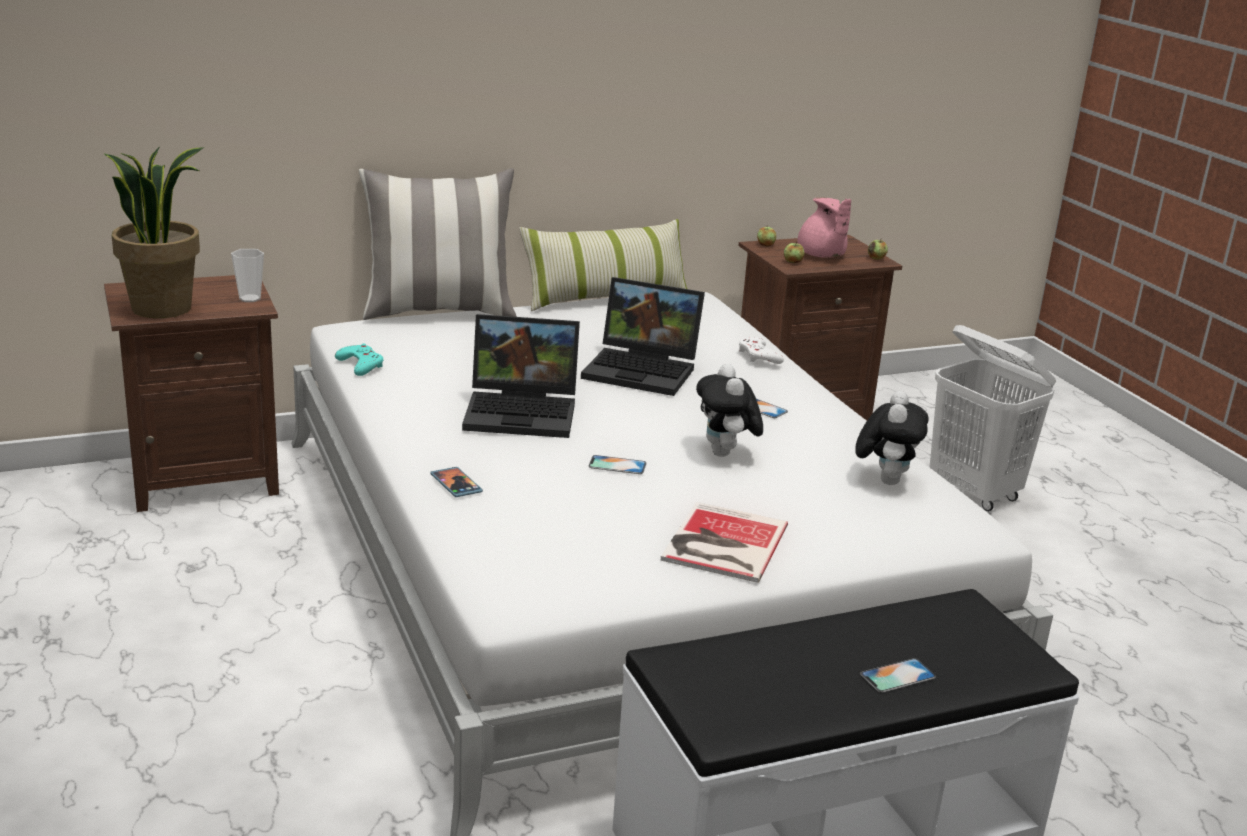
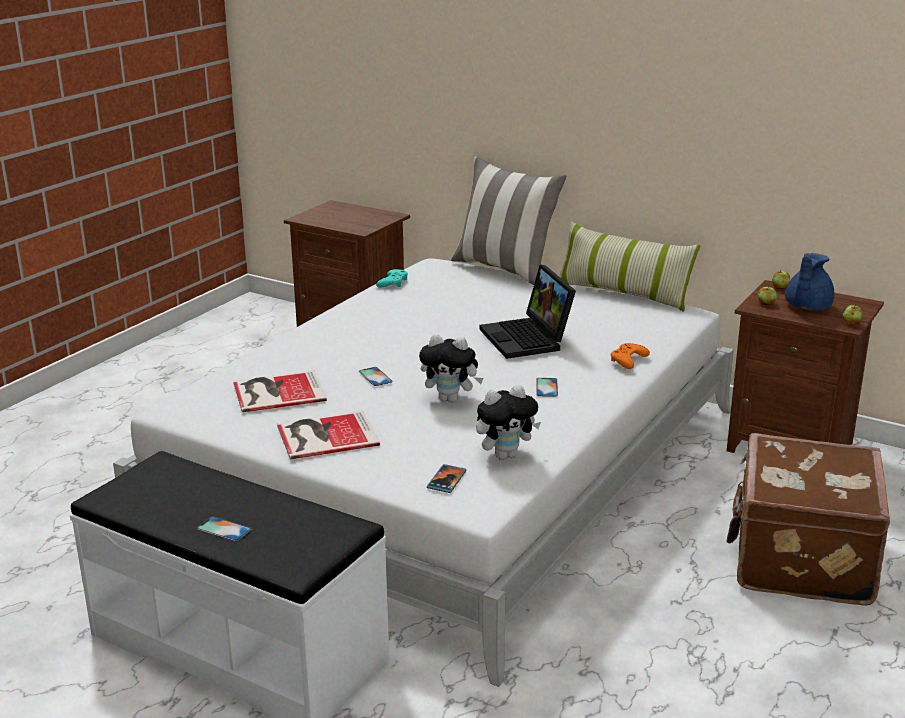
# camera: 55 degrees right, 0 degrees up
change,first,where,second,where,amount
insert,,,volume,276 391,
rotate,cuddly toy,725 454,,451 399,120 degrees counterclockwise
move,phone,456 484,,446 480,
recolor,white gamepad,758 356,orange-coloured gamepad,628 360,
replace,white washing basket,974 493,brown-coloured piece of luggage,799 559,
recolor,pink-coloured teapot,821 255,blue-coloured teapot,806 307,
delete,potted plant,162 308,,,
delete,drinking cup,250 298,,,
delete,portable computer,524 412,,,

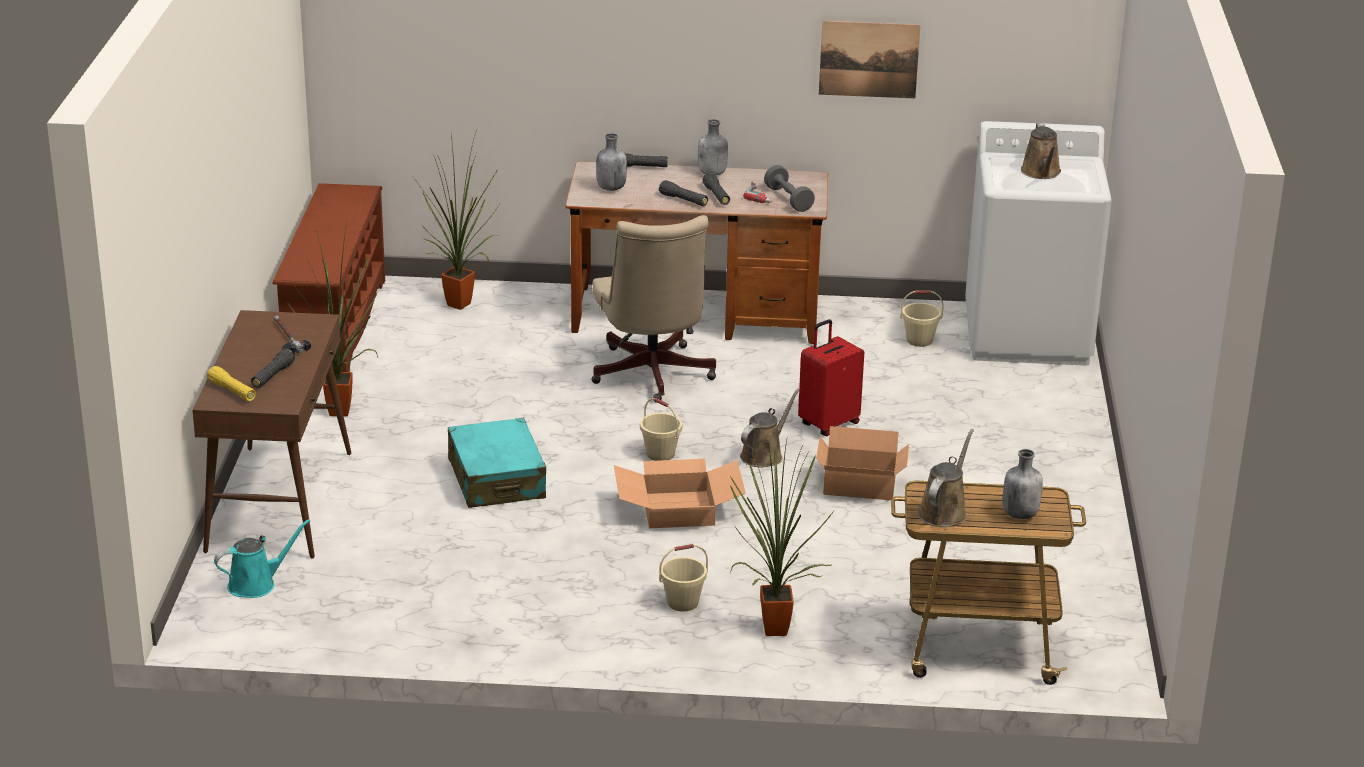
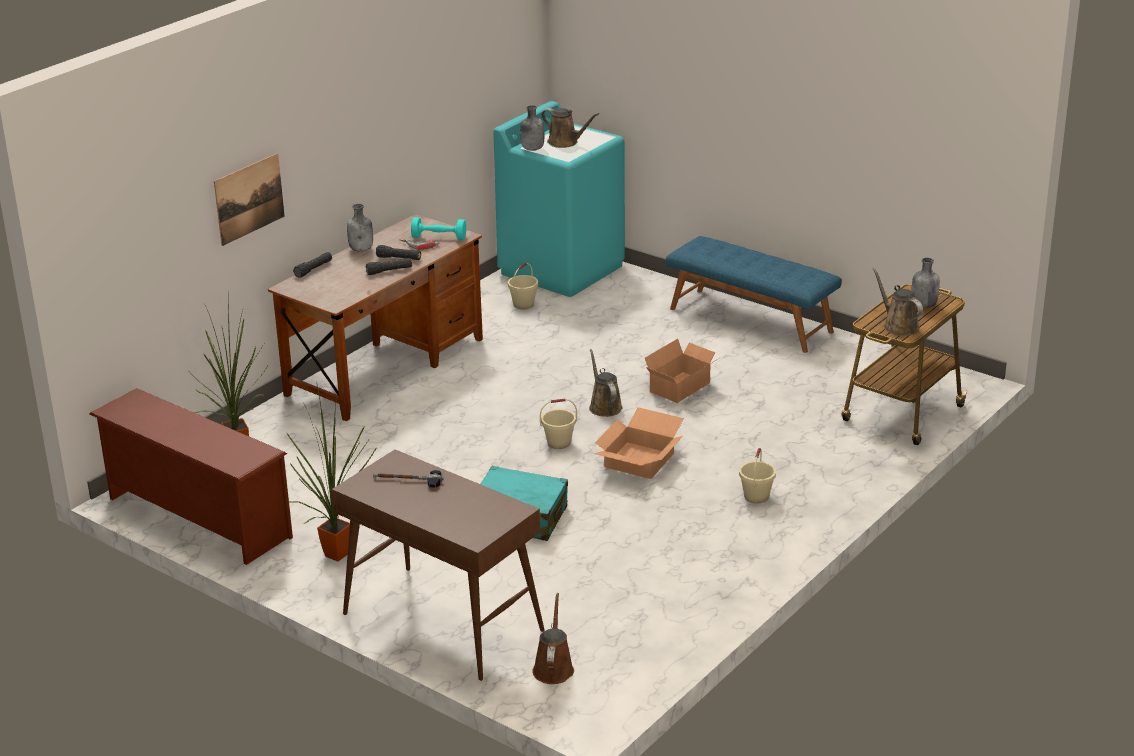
# camera: 55 degrees left, 0 degrees up
change,first,where,second,where,amount
move,wall picture,869 59,,249 199,
recolor,greyish hand weight,788 199,turquoise-coloured hand weight,439 237,
recolor,white washing machine,1028 335,turquoise-coloured washing machine,562 269,
move,greyish bottle,610 188,,532 149,
recolor,turquoise-coloured watering pot,256 584,brown-coloured watering pot,553 668,
insert,,,blue-coloured long seat,751 320,
delete,yellow hand torch,232 391,,,
delete,black hand torch,272 376,,,
delete,sand-coloured desk chair,651 377,,,
delete,potted plant,769 629,,,
delete,reddish piece of luggage,828 423,,,

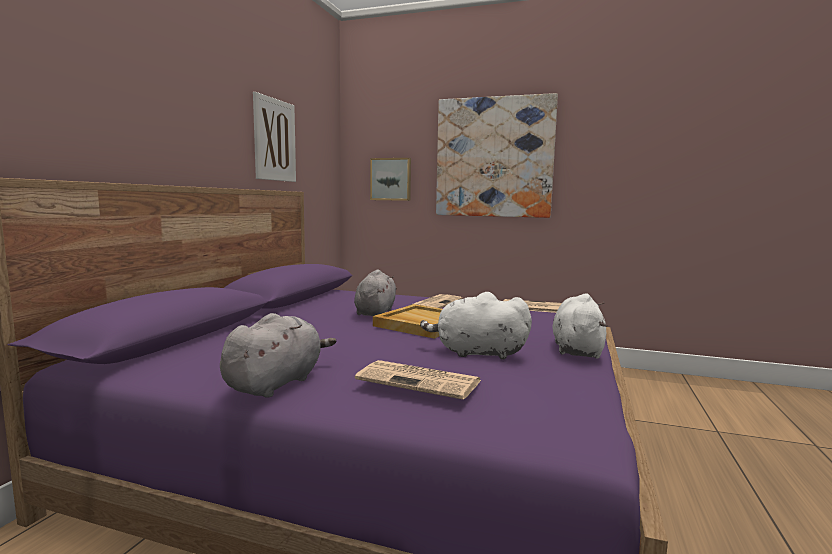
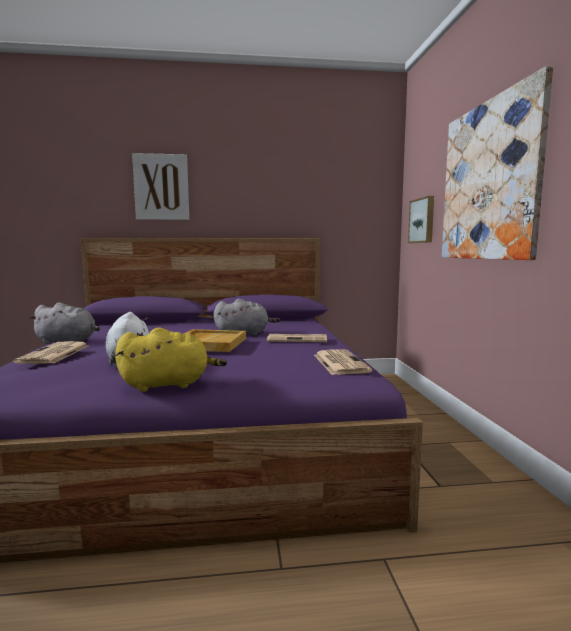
# camera: 65 degrees right, 0 degrees up
change,first,where,second,where,amount
recolor,white cuddly toy,577 349,yellow cuddly toy,169 384,
move,wall picture,274 140,,161 187,

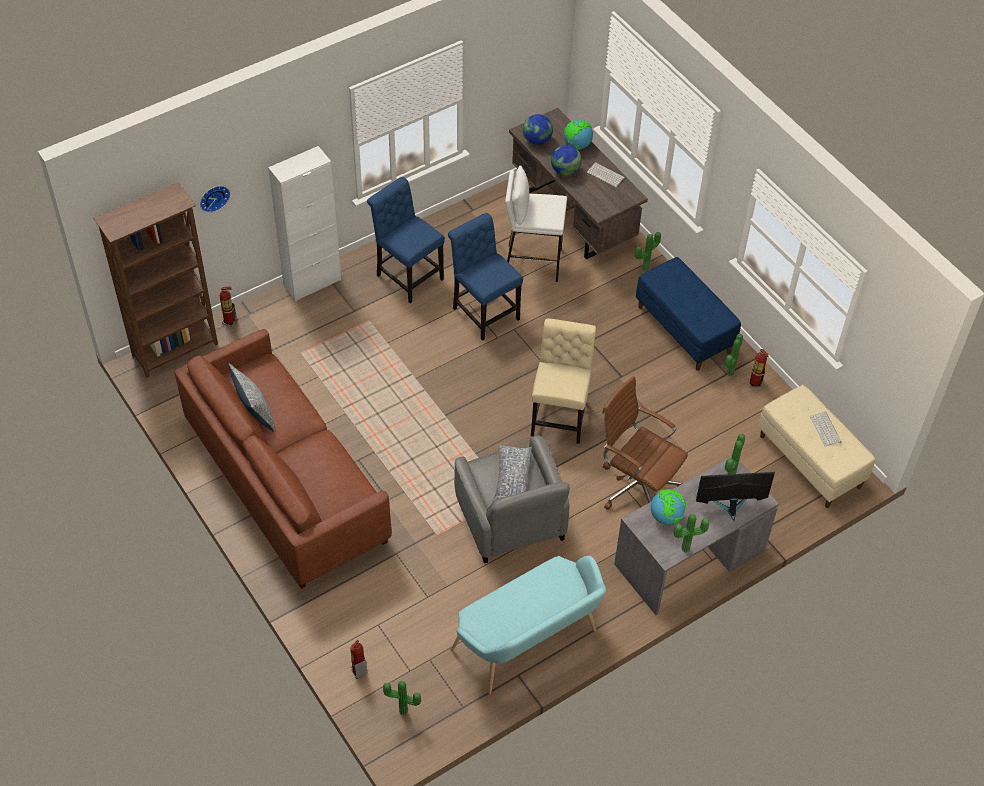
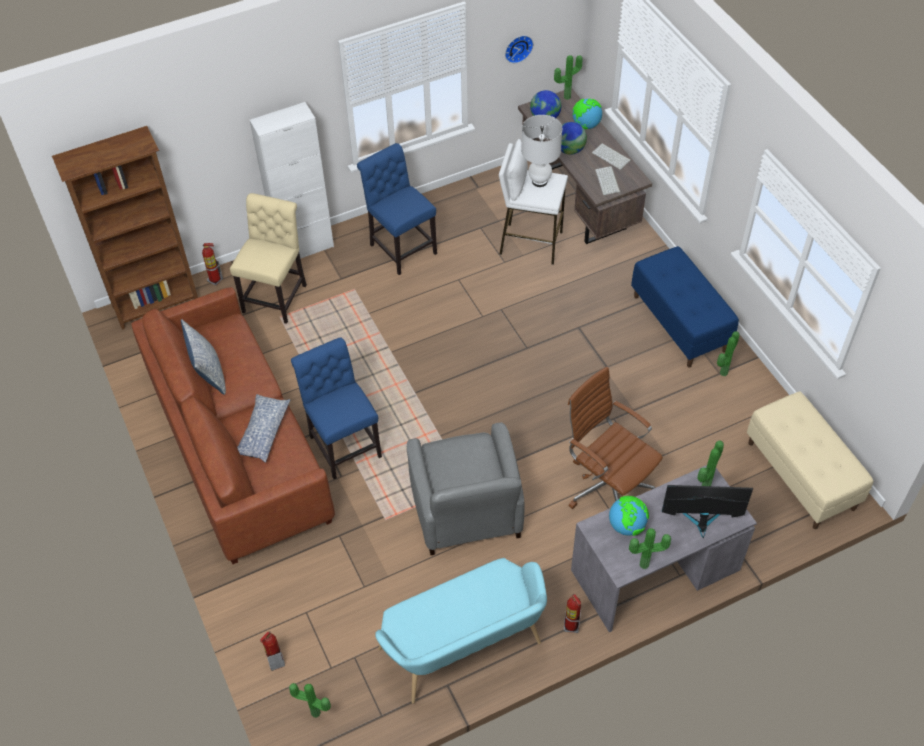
# camera: 10 degrees right, 0 degrees up
change,first,where,second,where,amount
move,sand-coloured plain chair,560 415,,276 296,
move,throw pillow,511 479,,262 432,
move,blue-coloured plain chair,483 311,,343 444,
move,clock on the wall,213 197,,517 47,
insert,,,white lamp for a table,539 181,
move,potted plant,644 268,,566 96,
move,fire extinguisher,754 383,,571 626,
move,keyboard,826 429,,608 181,

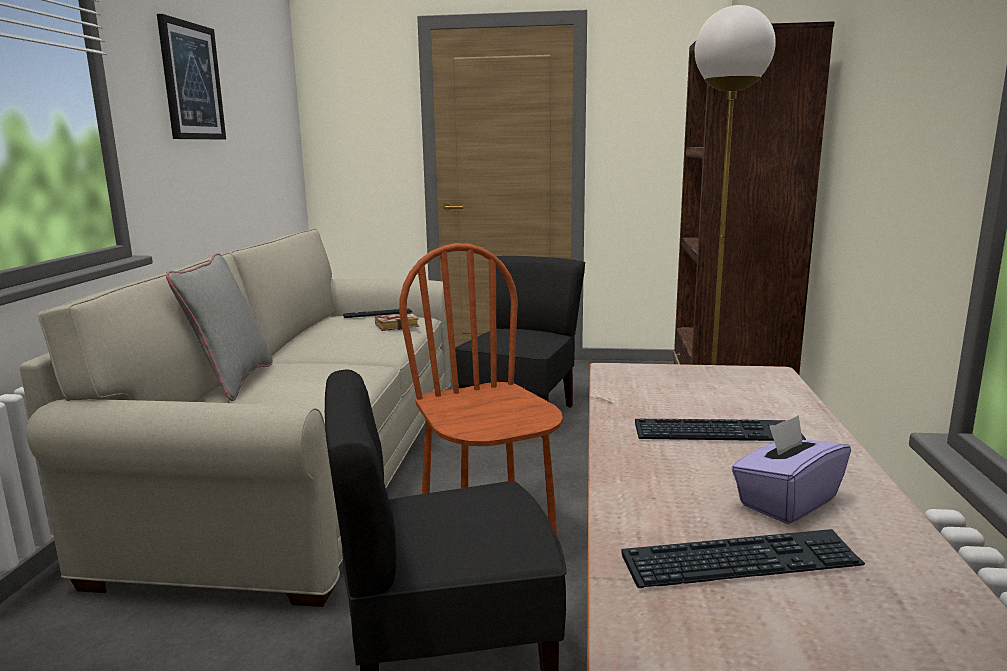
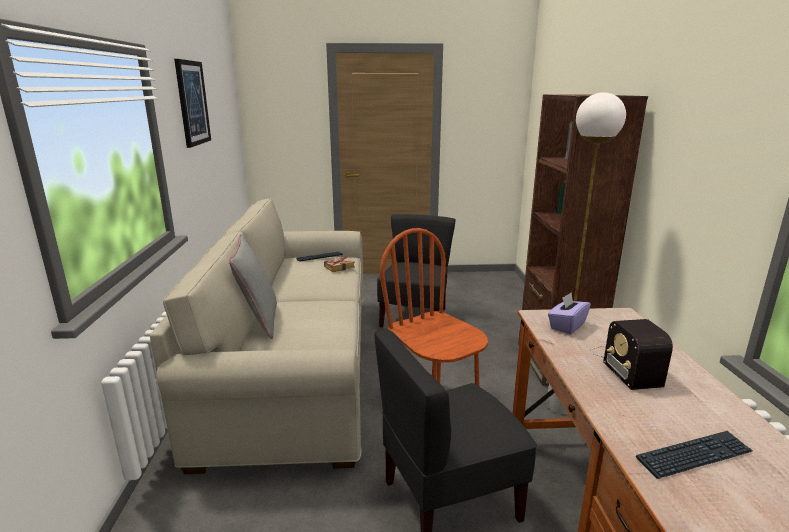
# camera: 10 degrees left, 5 degrees up
change,first,where,second,where,amount
move,purplish tissue holder,786 502,,566 326,
replace,keyboard,717 433,radio,625 364,

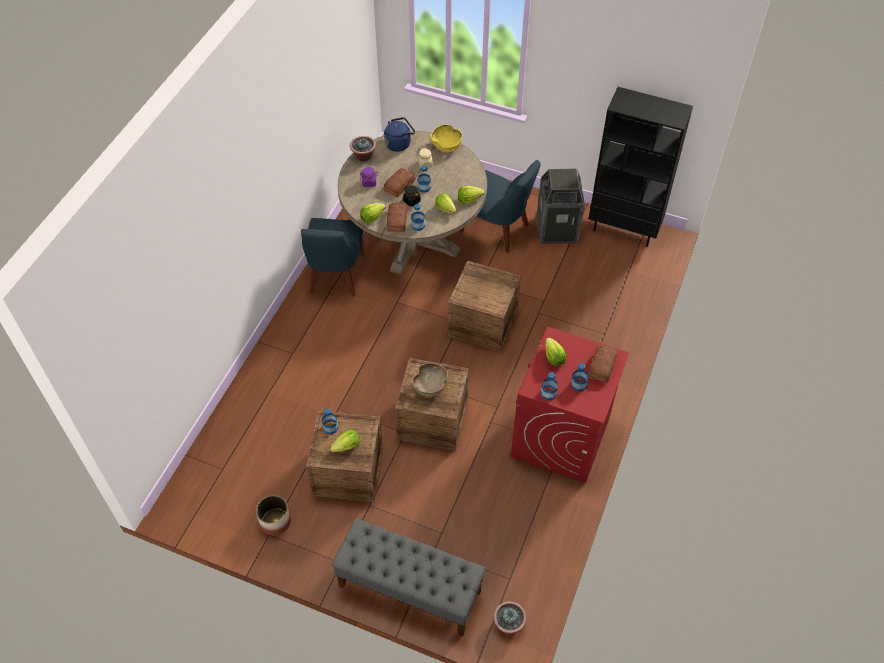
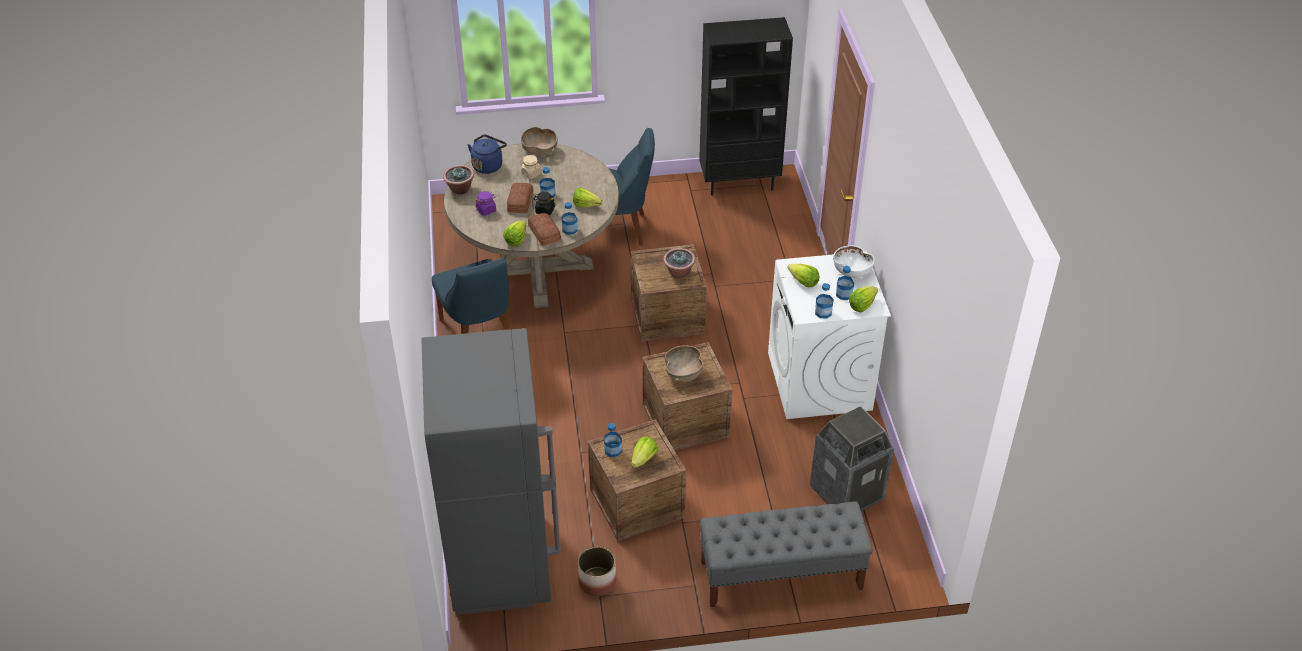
# camera: 30 degrees left, 10 degrees down
change,first,where,second,where,amount
insert,,,greyish kitchen fridge,500 563,
recolor,yellow bowl,446 146,brown-coloured bowl,540 150,
move,potted plant,509 624,,679 273,
recolor,reddish washing machine,561 437,white washing machine,819 382,
move,waste bin,557 229,,847 493,
replace,bread,601 366,white bowl,851 272,
move,lettuce,469 200,,862 305,

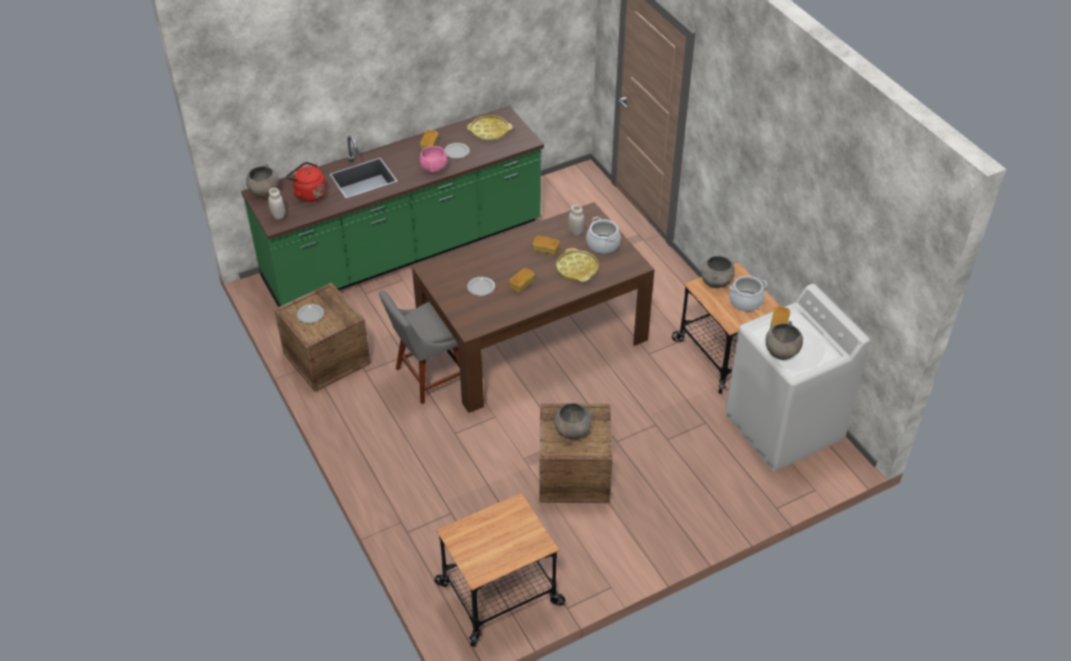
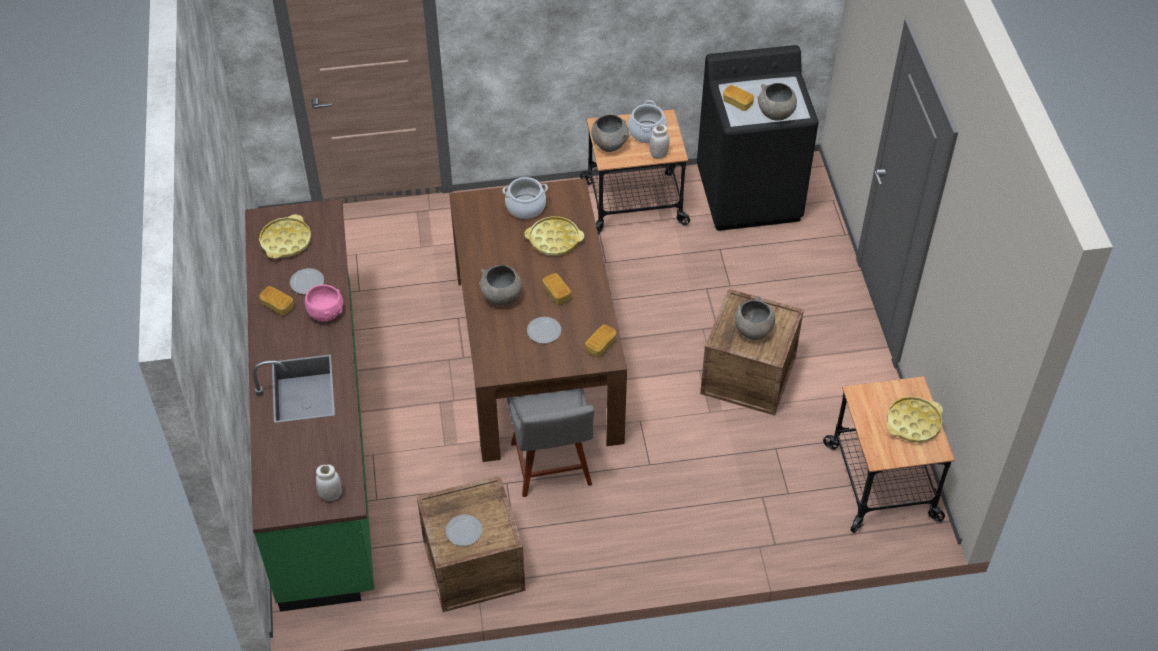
# camera: 70 degrees left, 5 degrees up
change,first,where,second,where,amount
move,greyish bowl,264 193,,501 297,
move,bread,546 250,,600 346,
move,white preserve jar,576 232,,658 155,
recolor,white washing machine,783 428,black washing machine,750 194,
insert,,,yellow carrying tray,913 423,
delete,reddish kettle,309 194,,,

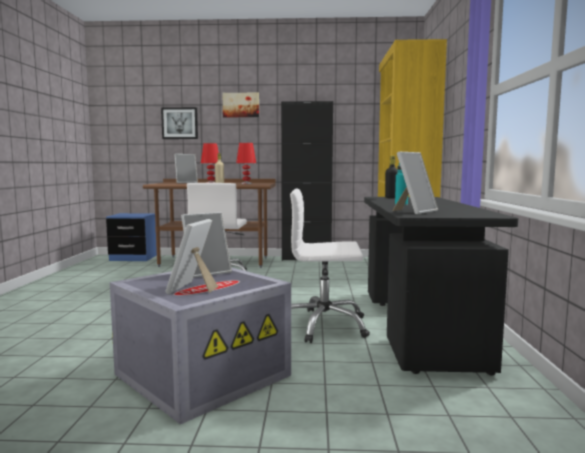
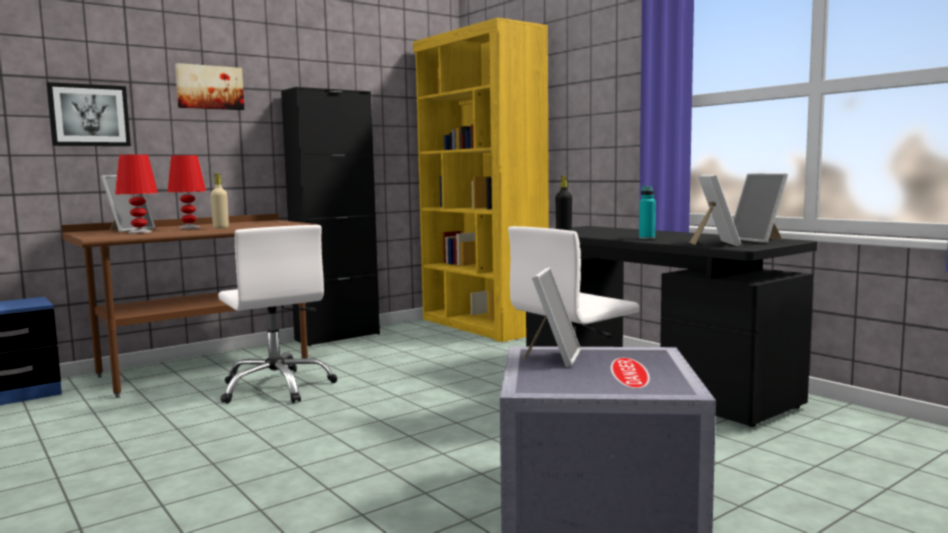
# camera: 40 degrees left, 0 degrees up
change,first,where,second,where,amount
move,reddish lamp for a table,246 183,,140 232,
move,standing frame,193 289,,759 240,

